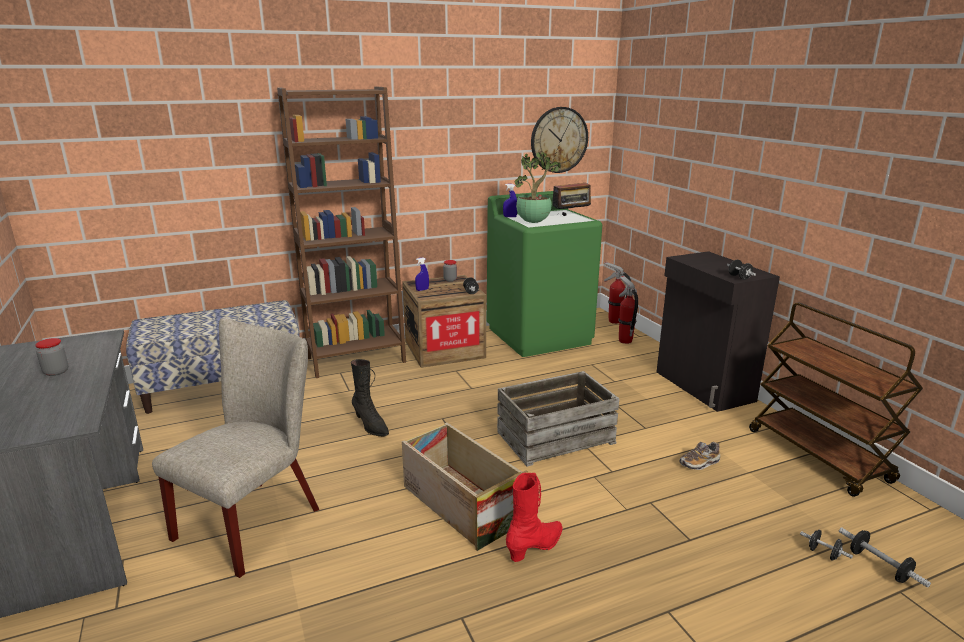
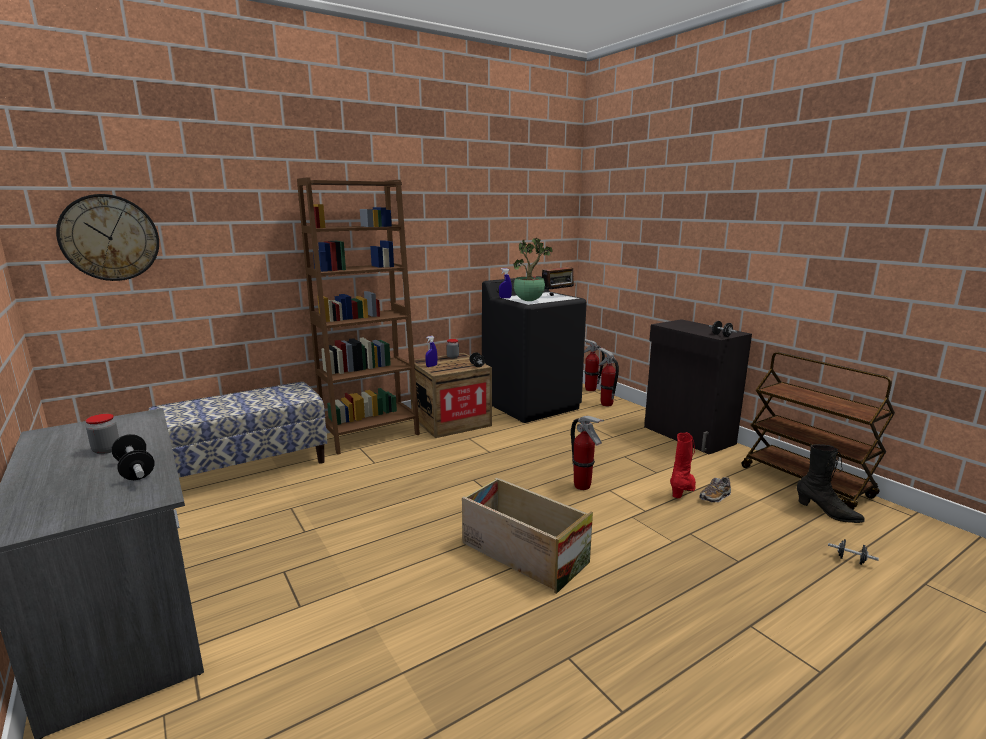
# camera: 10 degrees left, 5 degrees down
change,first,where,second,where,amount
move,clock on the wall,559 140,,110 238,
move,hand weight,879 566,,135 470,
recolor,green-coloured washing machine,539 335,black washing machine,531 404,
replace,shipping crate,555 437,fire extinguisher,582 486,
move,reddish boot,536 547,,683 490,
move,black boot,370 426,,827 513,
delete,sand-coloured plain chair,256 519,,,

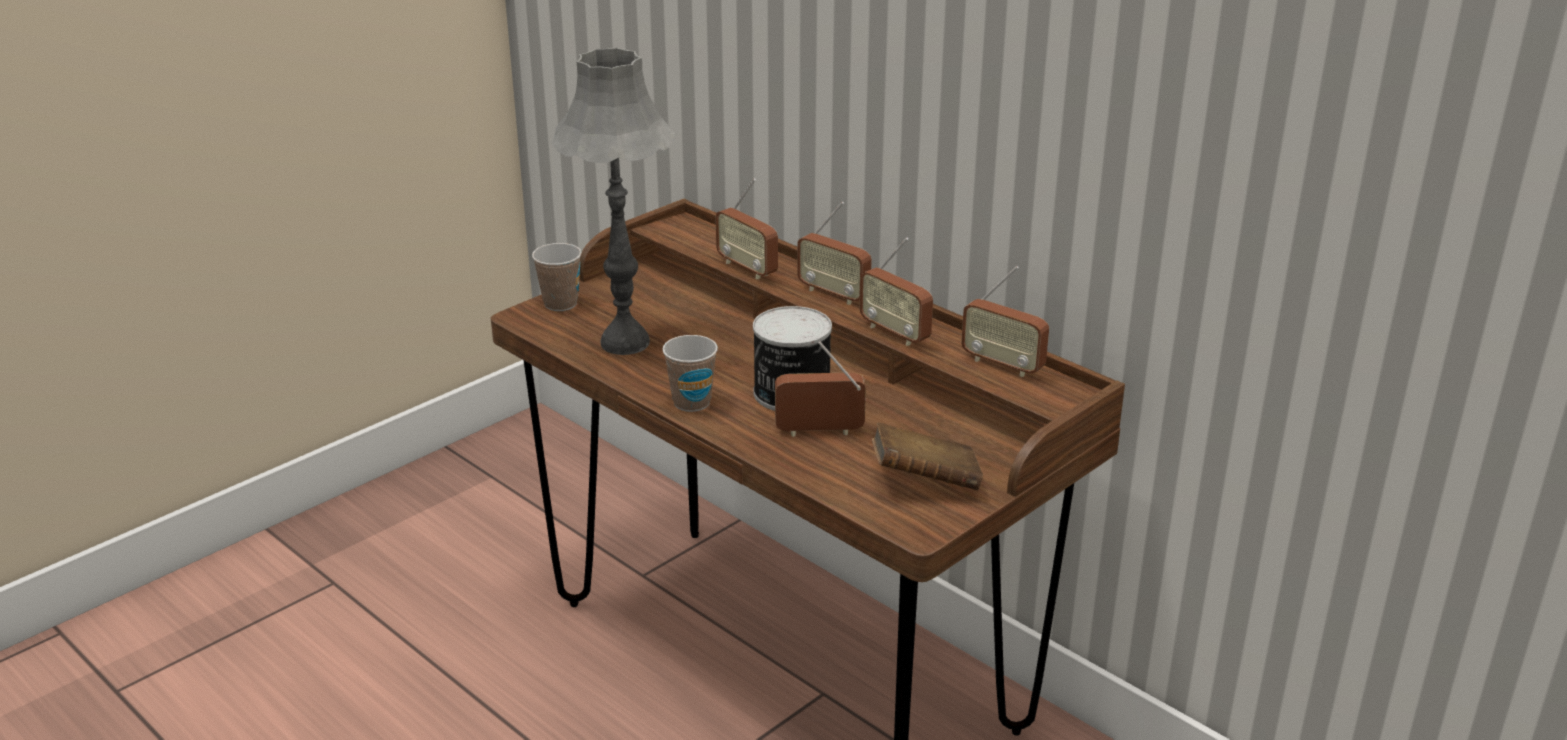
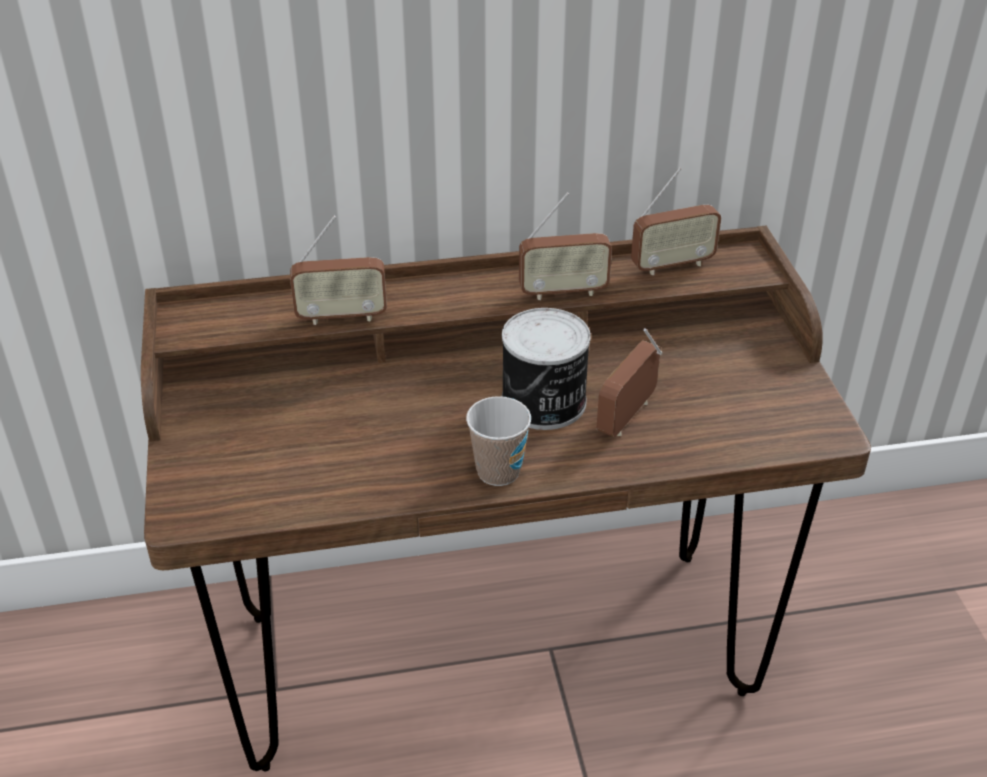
# camera: 55 degrees left, 10 degrees up
change,first,where,second,where,amount
delete,drinking cup,560 304,,,
delete,greyish lamp for a table,626 343,,,
delete,radio,834 294,,,
delete,brown-coloured volume,925 481,,,

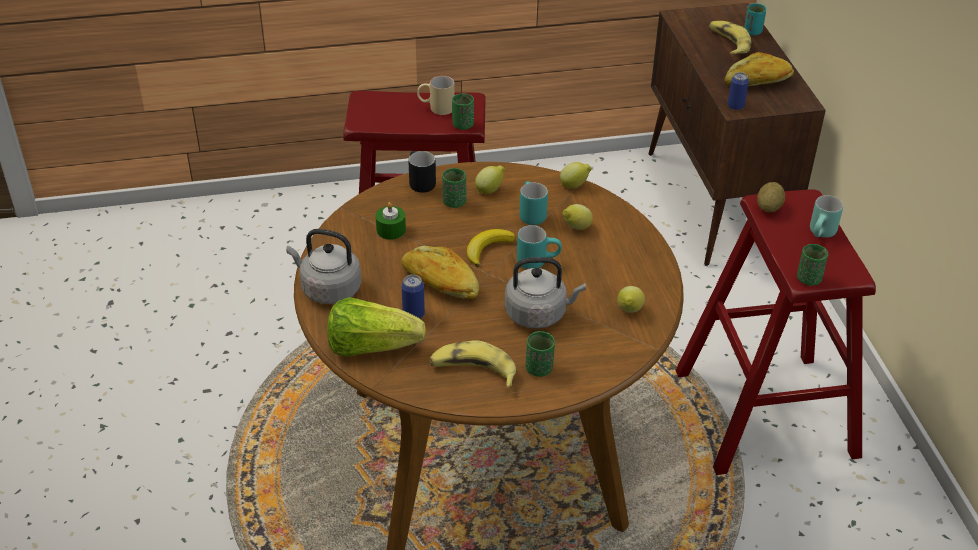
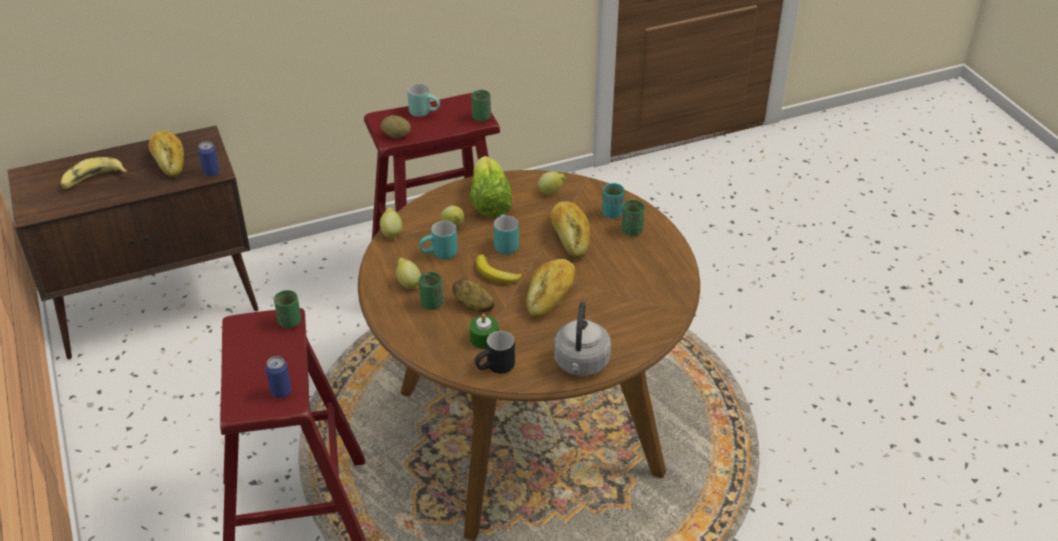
# camera: 100 degrees left, 0 degrees up
change,first,where,second,where,amount
move,can,413 314,,281 392,
insert,,,potato,473 305,
move,lettuce,371 346,,489 202,
move,black mug,418 183,,496 369,
replace,greyish kettle,538 314,bread,570 236,
move,turquoise-coloured drinking cup,752 32,,612 213,
delete,sand-coloured mug,436 108,,,
delete,whole banana,473 371,,,

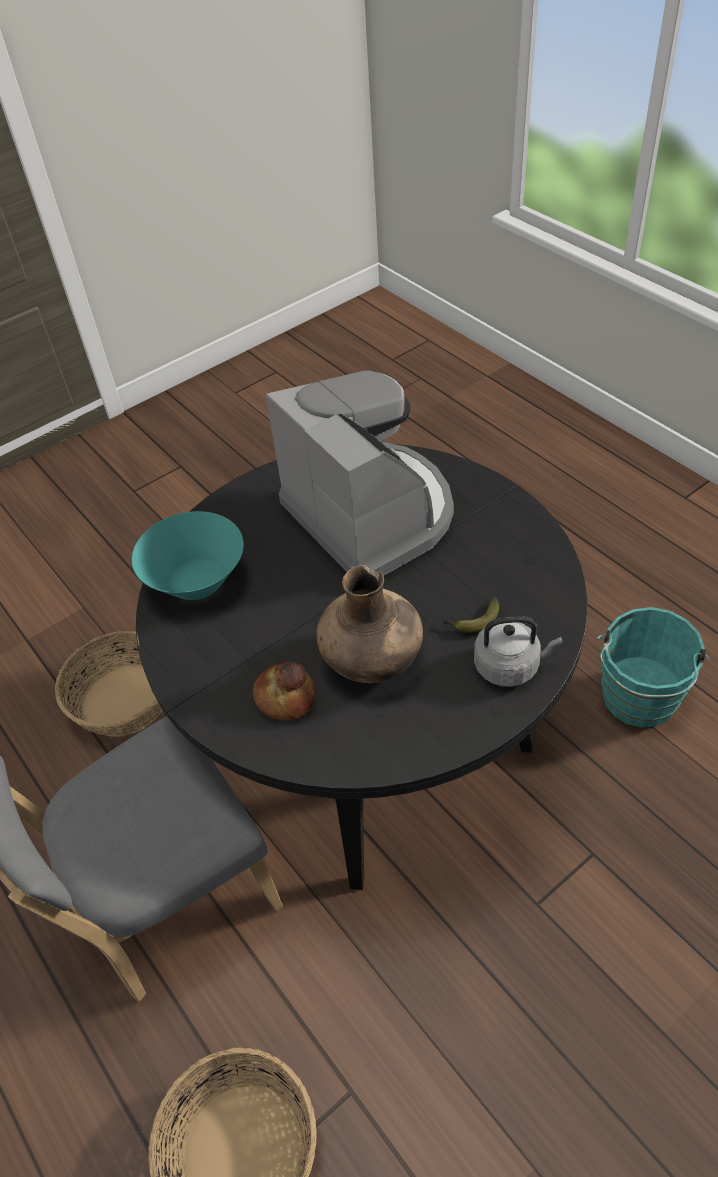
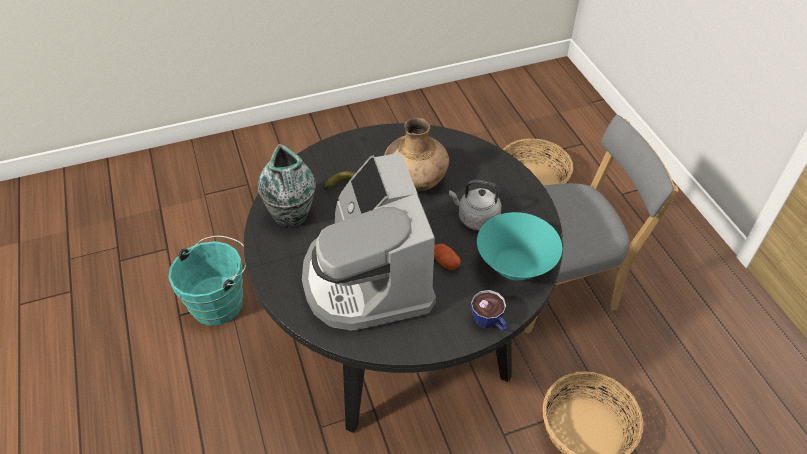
# camera: 165 degrees left, 0 degrees up
change,first,where,second,where,amount
insert,,,decorative vase,291 216,
insert,,,potato,445 262,
move,greyish kettle,510 666,,476 218,
insert,,,drinking cup,490 322,
delete,bread,284 697,,,

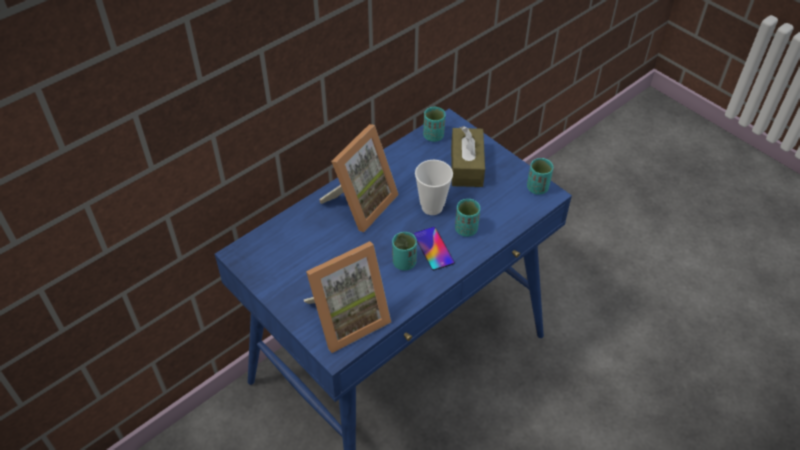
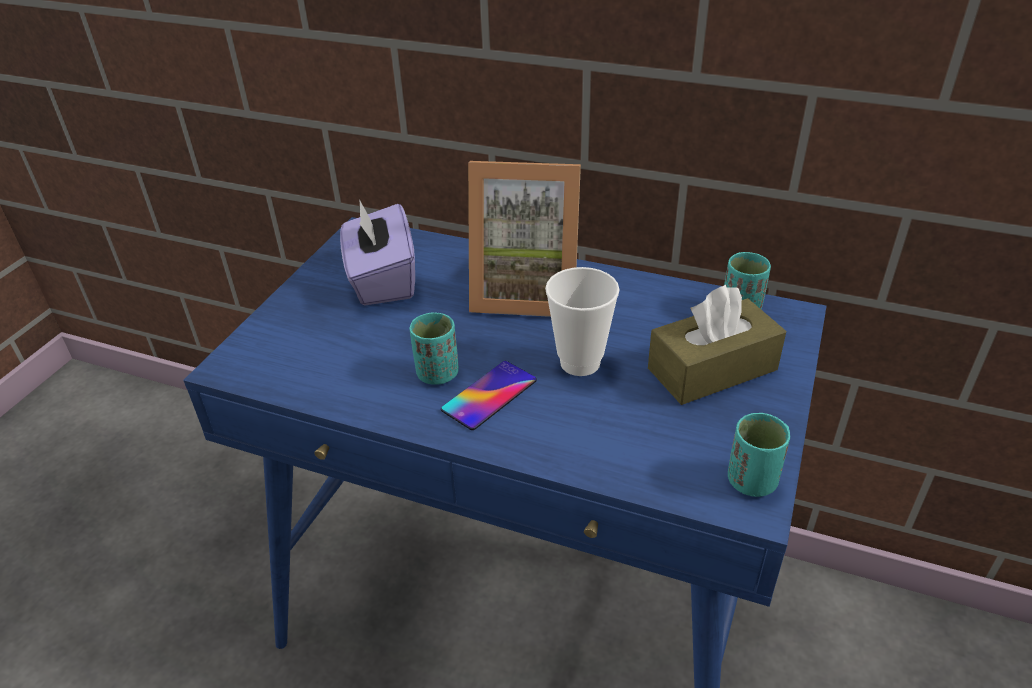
# camera: 65 degrees right, 10 degrees down
change,first,where,second,where,amount
insert,,,purplish tissue holder,382 280,
delete,standing frame,347 318,,,
delete,turquoise-coloured drinking cup,466 229,,,

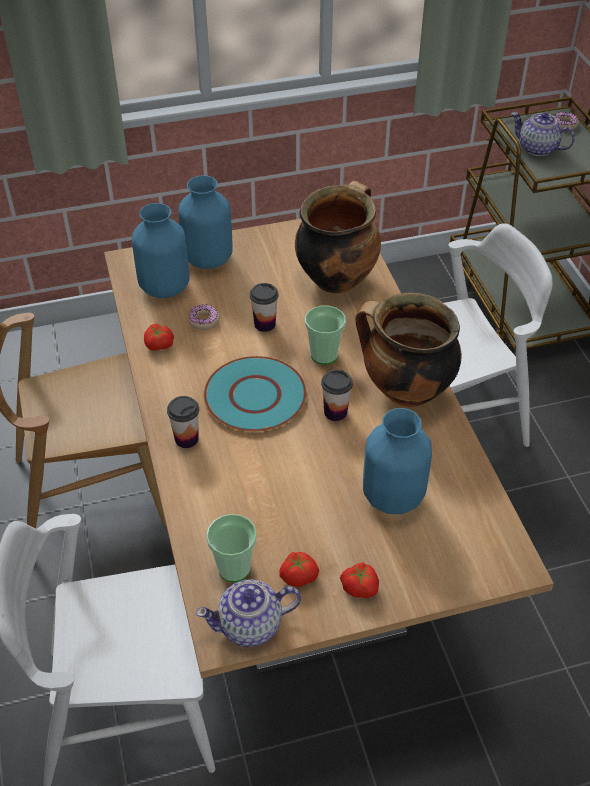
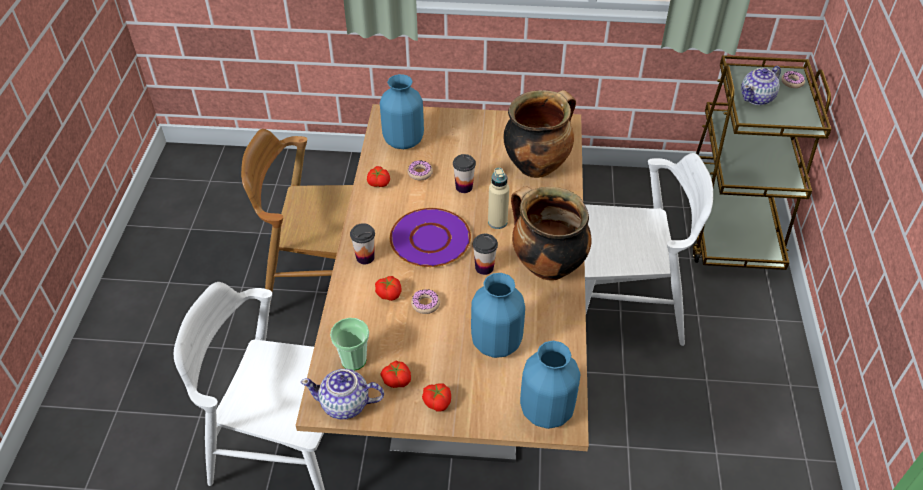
# camera: 20 degrees right, 0 degrees up
change,first,where,second,where,amount
insert,,,fresh tomato,389 293,
recolor,turquoise-coloured flat dish,256 396,purplish flat dish,430 239,
insert,,,donut,425 304,
replace,drinking cup,324 355,sand-coloured bottle,497 222,
move,blue-coloured decorative vase,209 258,,547 410,
rotate,teapot,538 149,,757 98,90 degrees counterclockwise

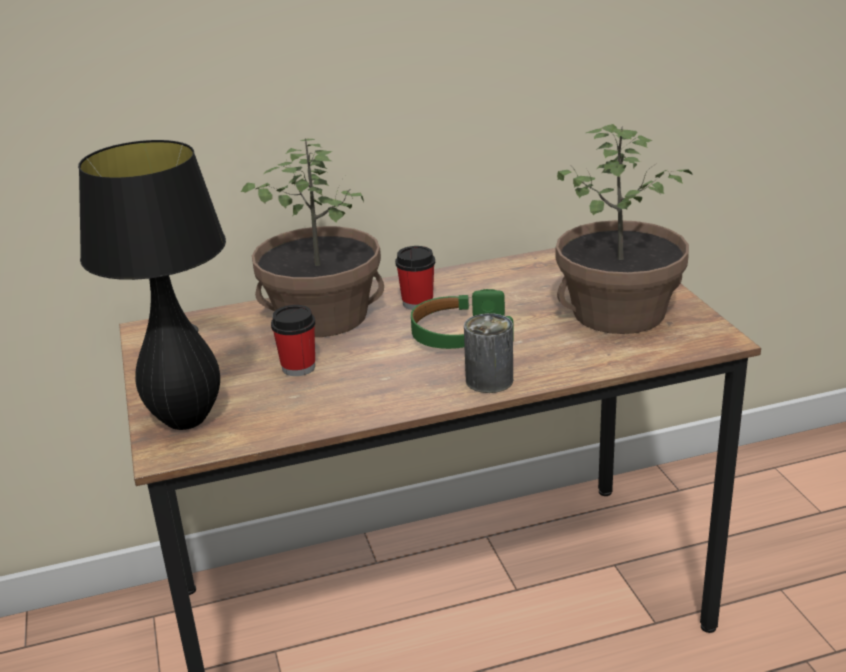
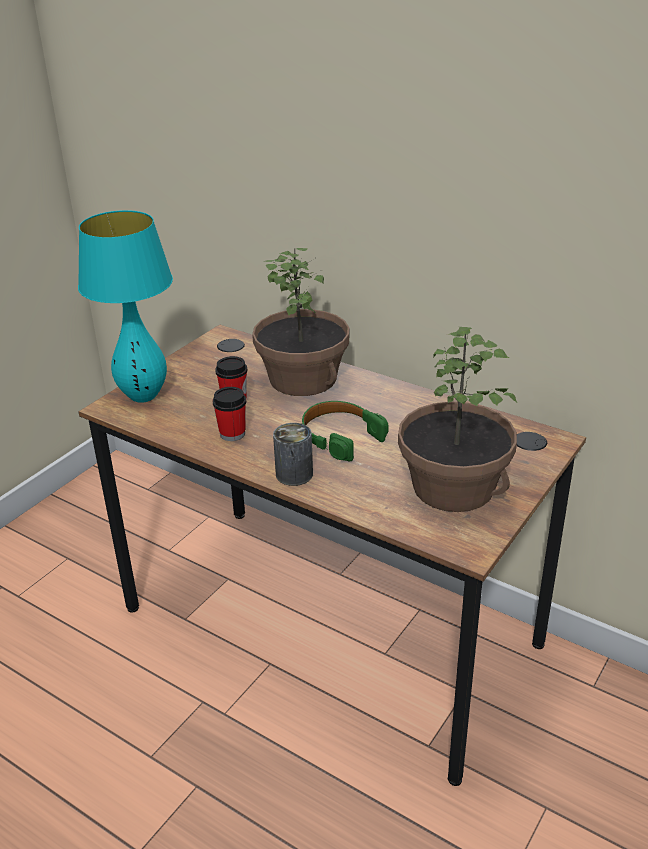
# camera: 50 degrees right, 5 degrees up
change,first,where,second,where,amount
recolor,black lamp for a table,186 420,turquoise-coloured lamp for a table,143 396,
move,drinking cup,417 303,,232 434,

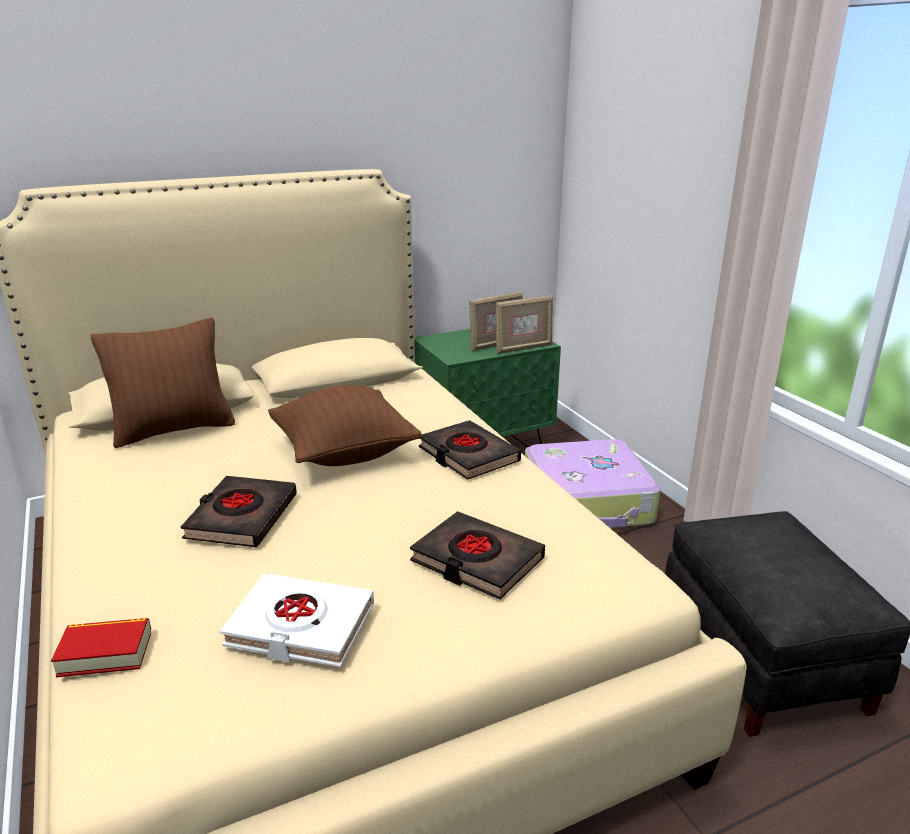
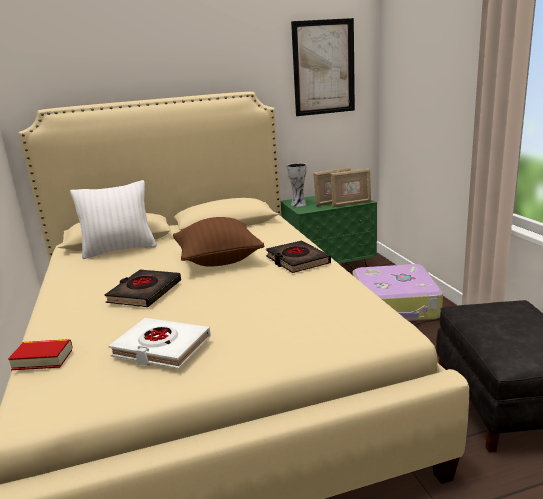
# camera: 10 degrees right, 5 degrees down
change,first,where,second,where,amount
recolor,brown-coloured throw pillow,174 430,white throw pillow,120 250,
insert,,,decorative vase,299 204,
insert,,,wall picture,323 67,
delete,black volume,476 561,,,

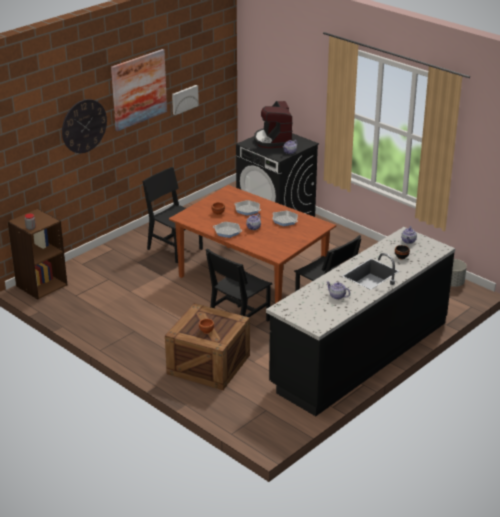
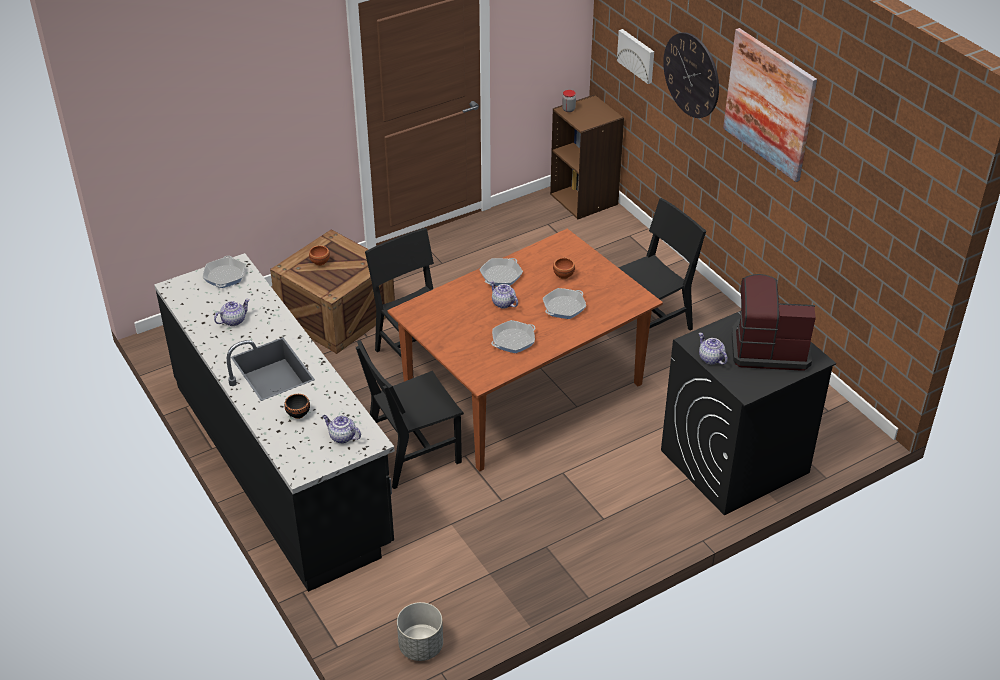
# camera: 105 degrees right, 10 degrees up
change,first,where,second,where,amount
insert,,,skillet,224 276,
move,wall picture,184 99,,637 55,

